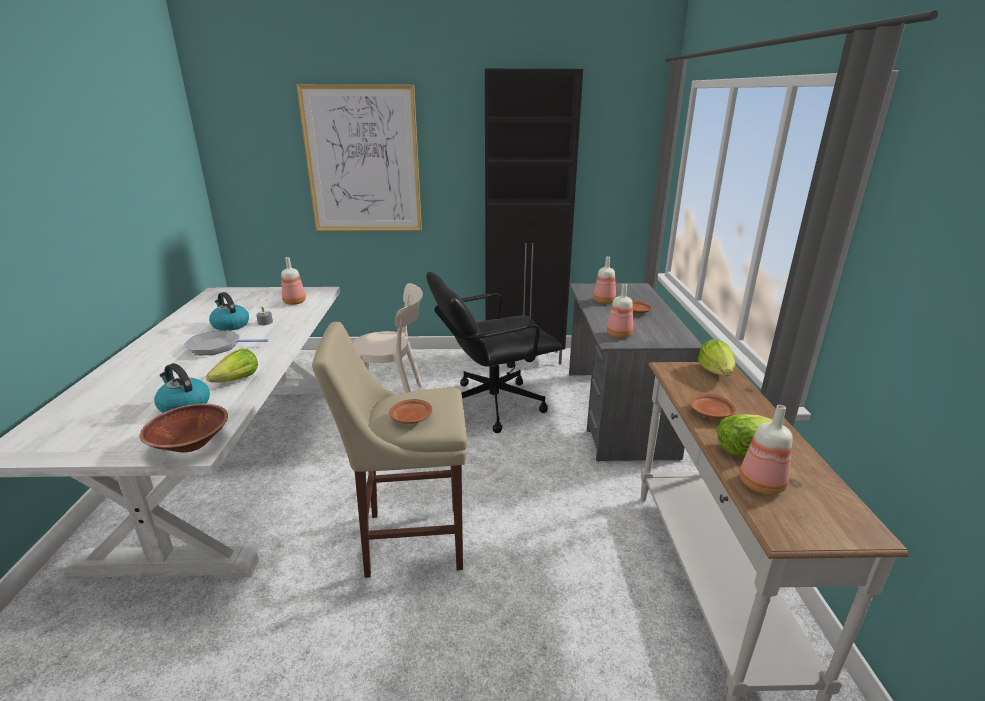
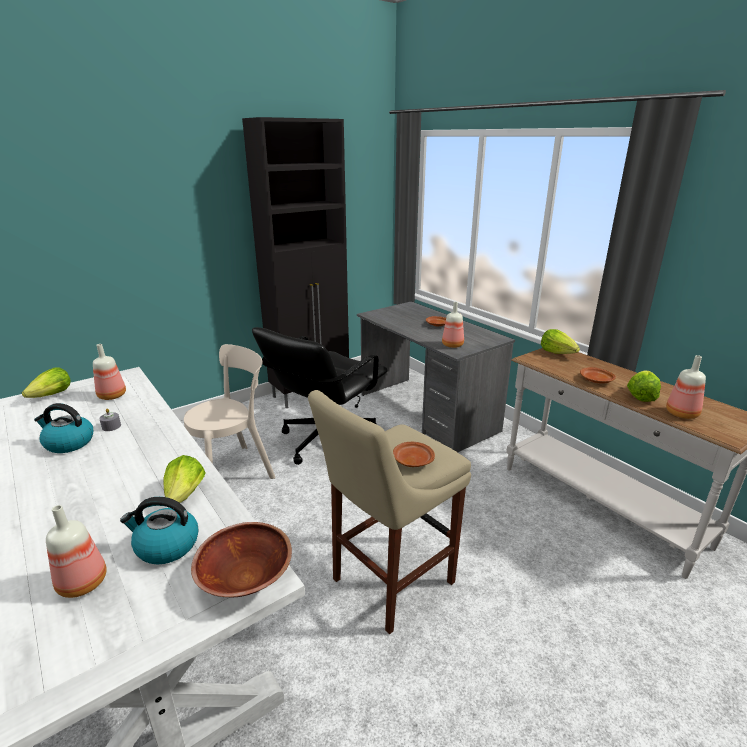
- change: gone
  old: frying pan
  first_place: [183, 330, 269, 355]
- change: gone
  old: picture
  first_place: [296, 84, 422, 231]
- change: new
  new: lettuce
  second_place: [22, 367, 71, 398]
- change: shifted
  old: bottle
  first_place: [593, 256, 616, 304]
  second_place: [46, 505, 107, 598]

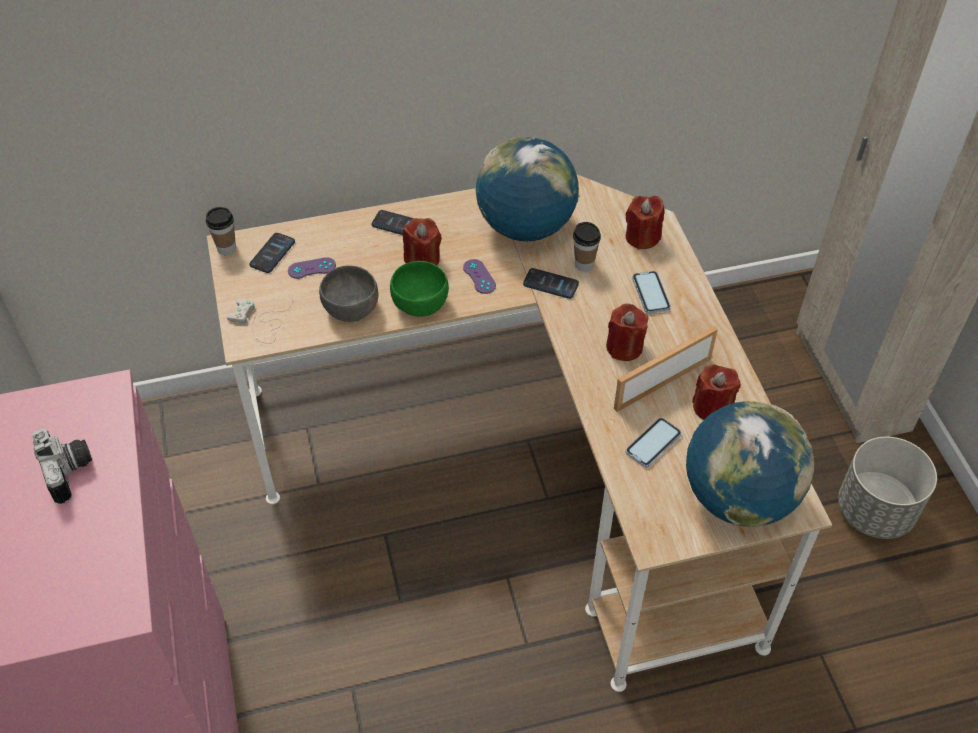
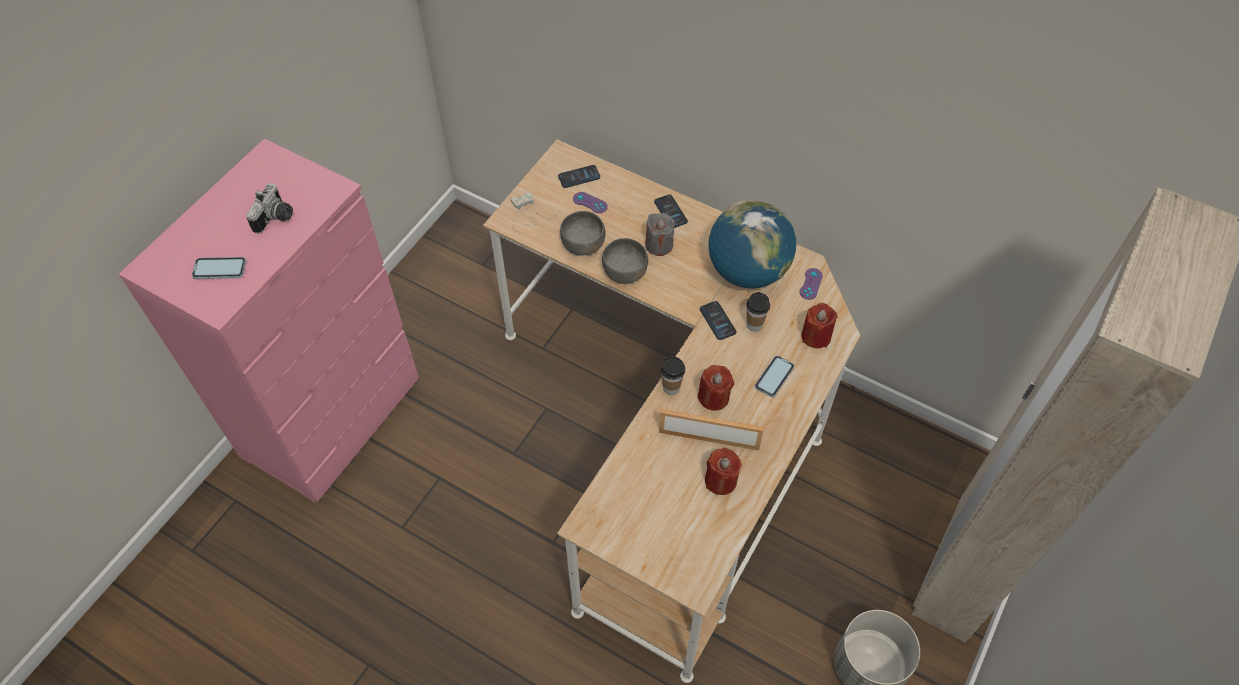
- change: gone
  old: globe
  first_place: [686, 401, 814, 527]
- change: shifted
  old: cup
  first_place: [206, 207, 236, 255]
  second_place: [661, 356, 685, 395]
- change: shifted
  old: purple game controller
  first_place: [463, 259, 496, 294]
  second_place: [799, 268, 823, 300]
- change: shifted
  old: phone
  first_place: [626, 418, 681, 467]
  second_place: [192, 257, 246, 279]
- change: repainted
  old: green bowl
  new: grey bowl
  first_place: [390, 261, 449, 317]
  second_place: [602, 238, 648, 284]
- change: repainted
  old: red candle
  new: grey candle
  first_place: [403, 218, 442, 265]
  second_place: [645, 213, 674, 256]

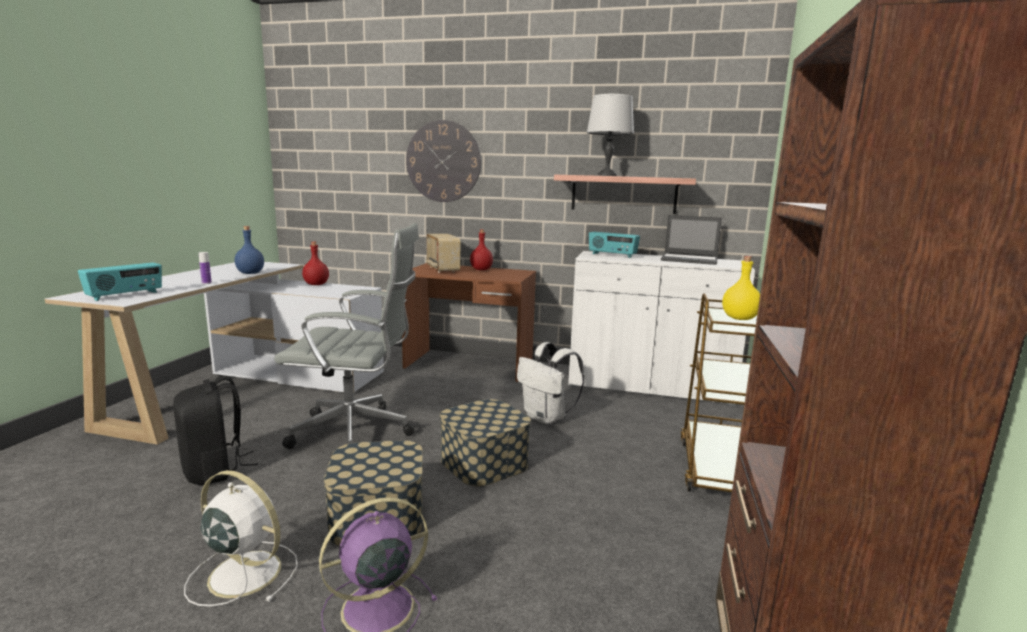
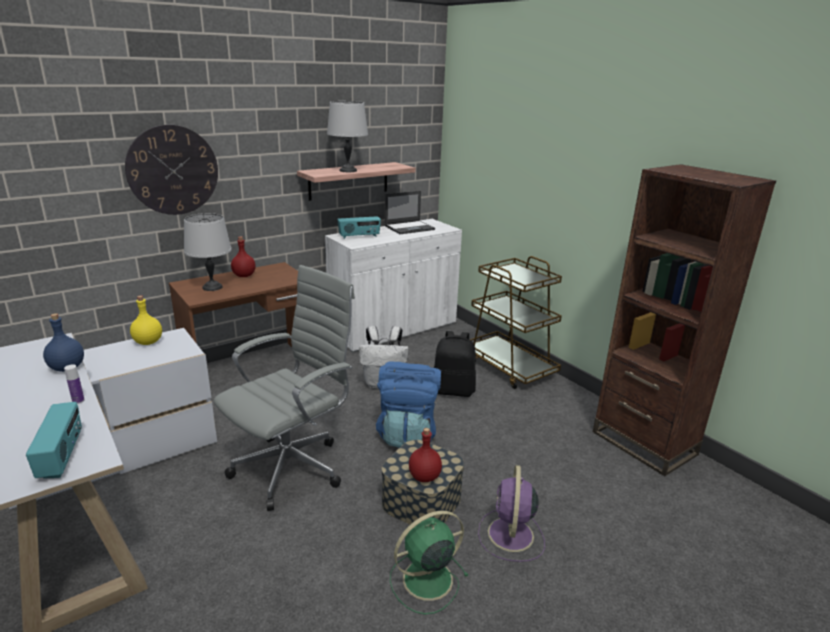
- change: shifted
  old: black backpack
  first_place: [173, 376, 258, 485]
  second_place: [434, 331, 476, 397]
- change: shifted
  old: red bottle
  first_place: [302, 242, 329, 285]
  second_place: [409, 428, 442, 482]
- change: shifted
  old: yellow bottle
  first_place: [722, 256, 760, 320]
  second_place: [130, 296, 162, 345]
- change: swapped
  old: radio
  new: grey table lamp
  first_place: [426, 234, 460, 273]
  second_place: [184, 213, 232, 291]
- change: swapped
  old: storage box
  new: blue backpack
  first_place: [440, 399, 531, 486]
  second_place: [376, 362, 441, 448]
- change: repainted
  old: white fan
  new: green fan
  first_place: [184, 470, 298, 606]
  second_place: [390, 511, 468, 614]

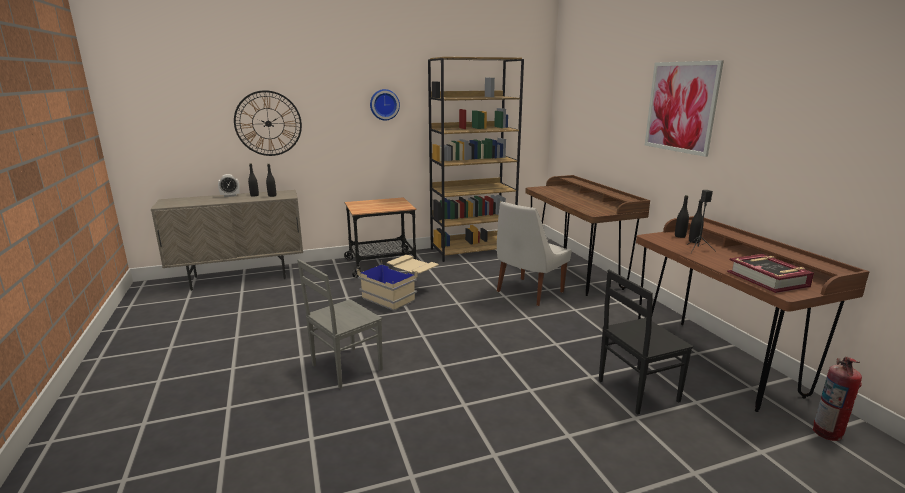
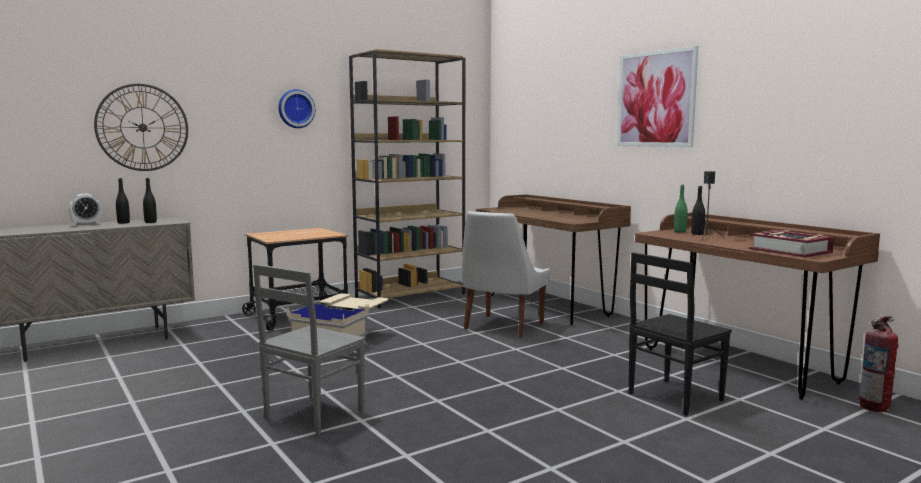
- change: repainted
  old: black bottle
  new: green bottle
  first_place: [675, 195, 689, 238]
  second_place: [674, 185, 688, 233]

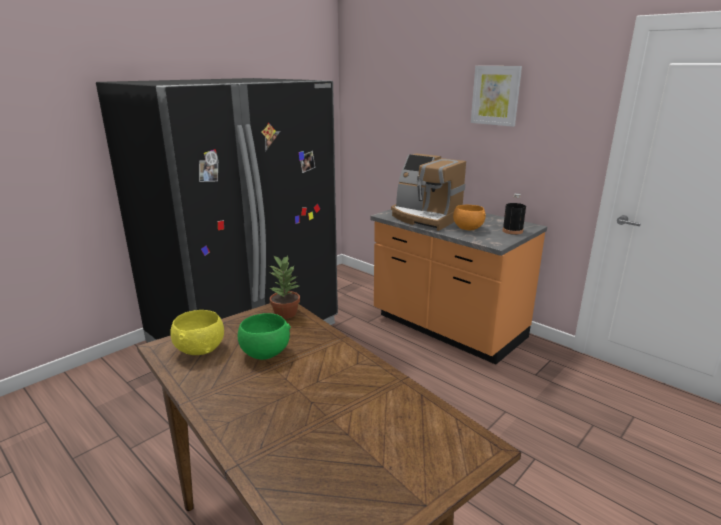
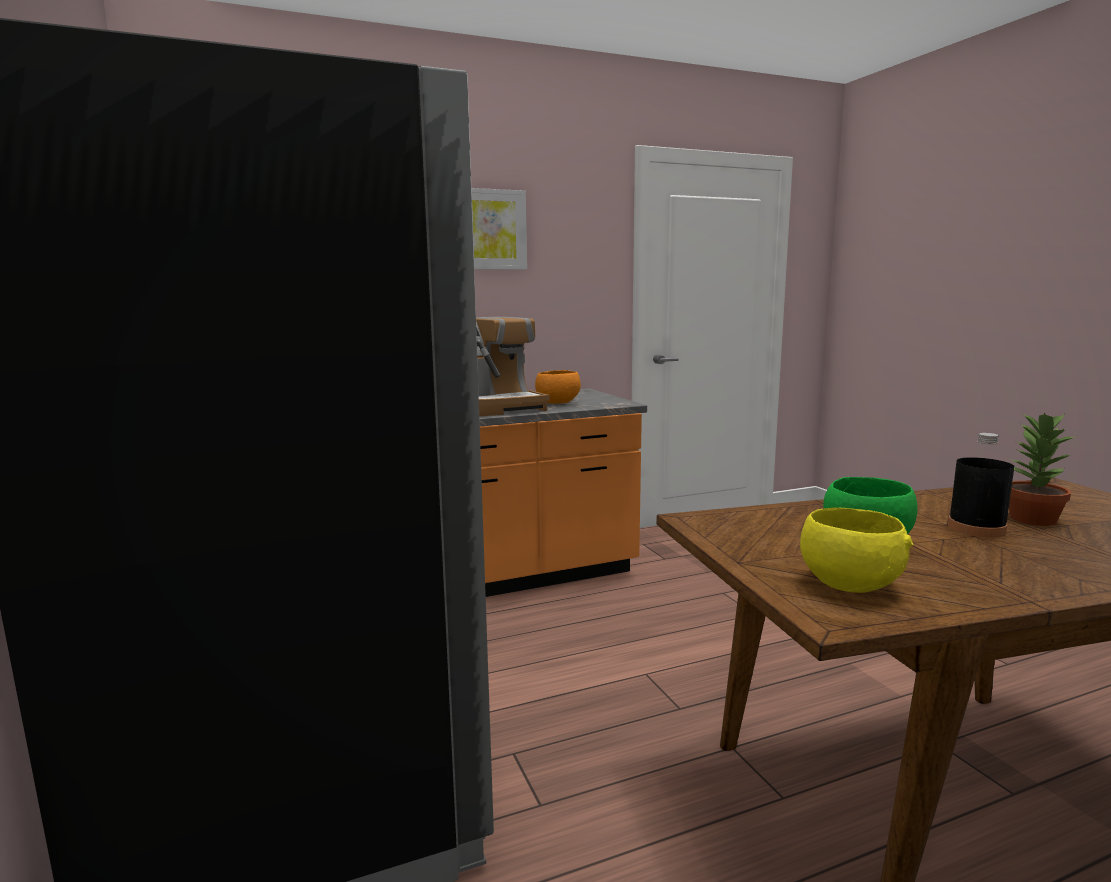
- change: shifted
  old: potted plant
  first_place: [270, 256, 300, 319]
  second_place: [1009, 412, 1074, 526]
- change: shifted
  old: black bottle
  first_place: [502, 193, 526, 235]
  second_place: [948, 433, 1014, 538]

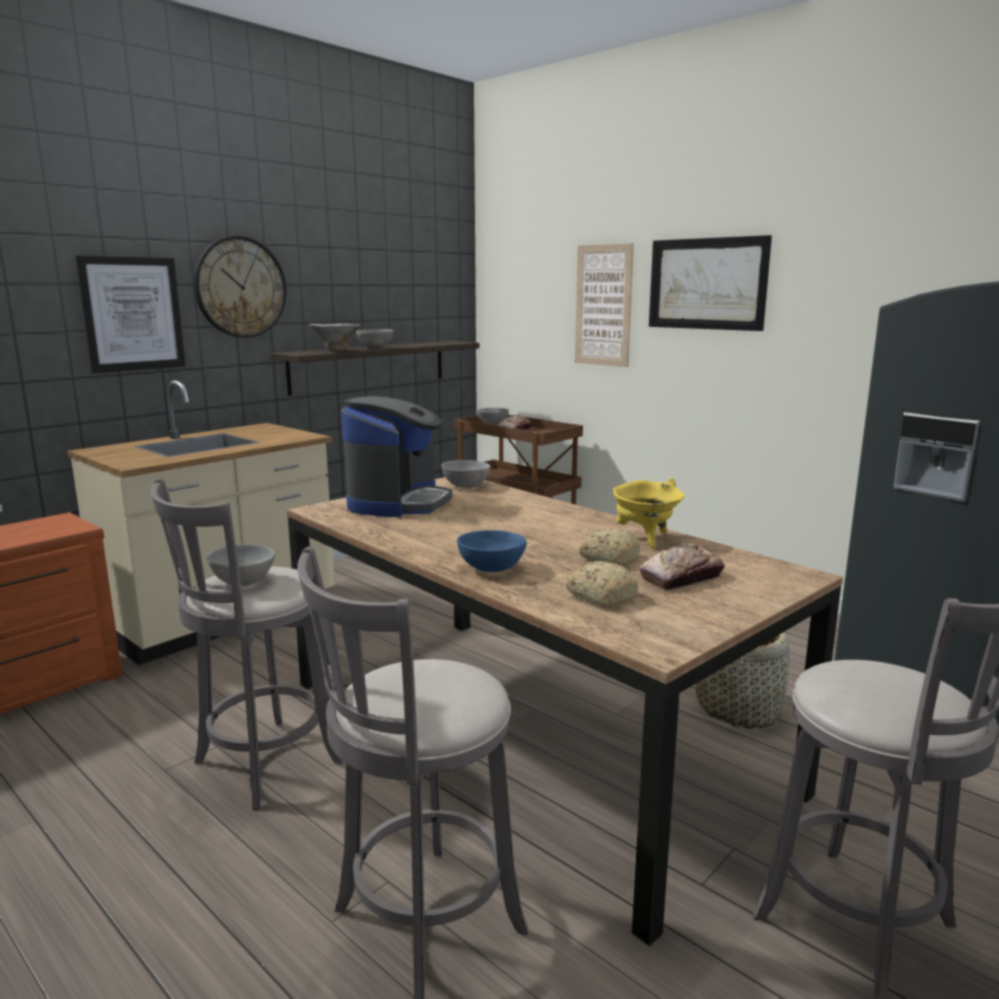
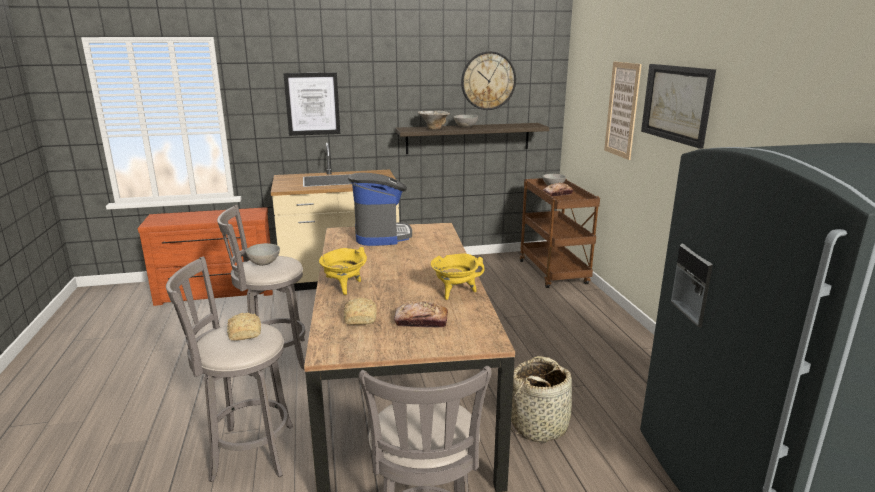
- change: gone
  old: grey bowl
  first_place: [441, 460, 491, 488]
- change: shifted
  old: wall clock
  first_place: [194, 236, 286, 338]
  second_place: [461, 51, 516, 110]
- change: shifted
  old: bread
  first_place: [579, 528, 640, 565]
  second_place: [227, 313, 261, 340]
- change: swapped
  old: blue bowl
  new: yellow cooking pot
  first_place: [457, 530, 527, 572]
  second_place: [319, 247, 367, 295]
- change: rotated
  old: coffee machine
  first_place: [341, 396, 452, 517]
  second_place: [348, 173, 412, 246]
  degrees: -60

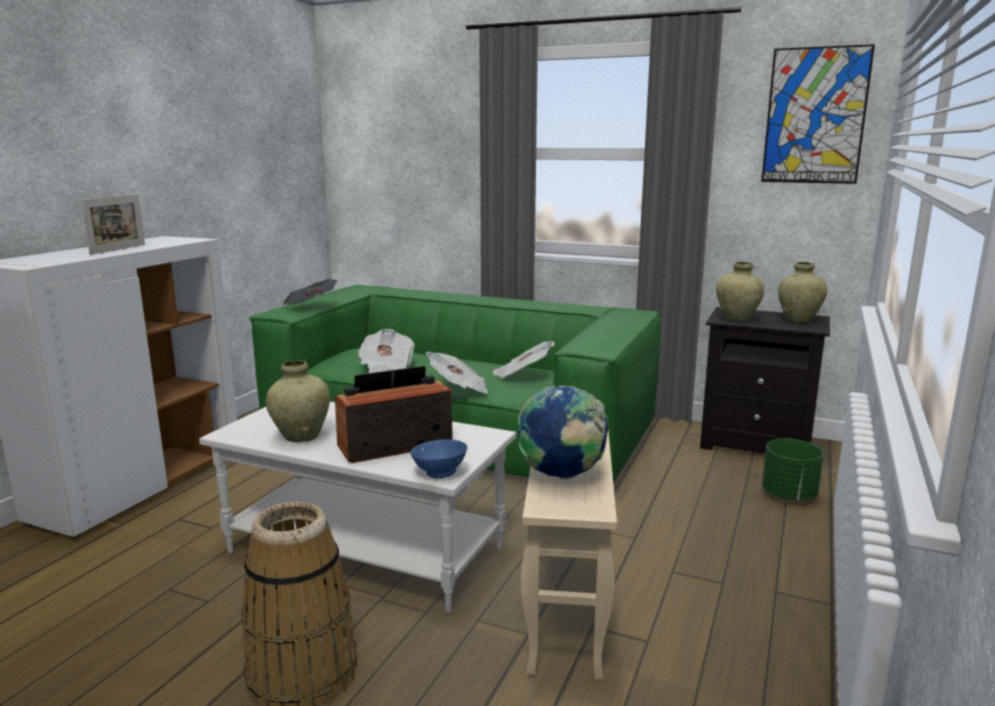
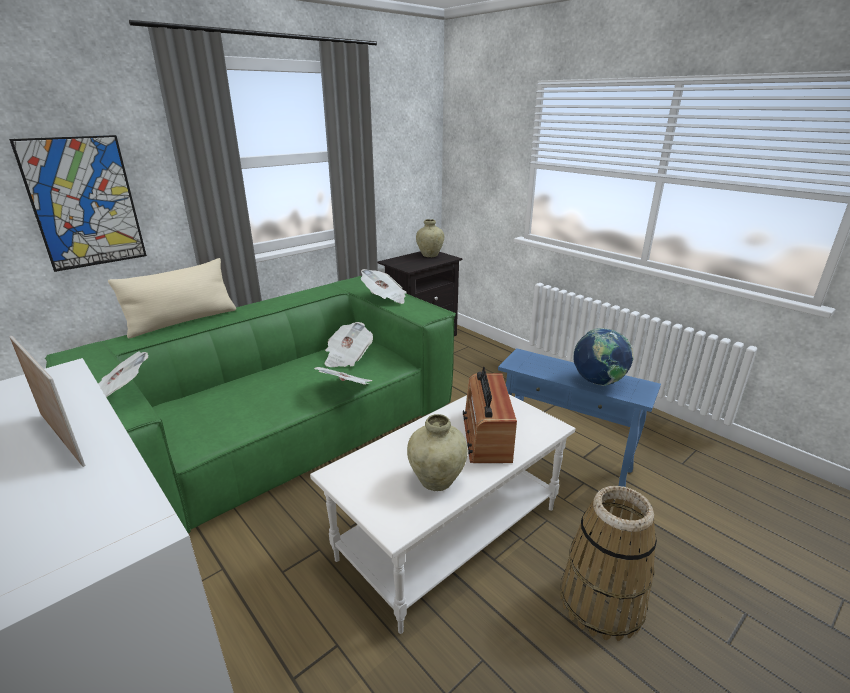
- change: gone
  old: blue bowl
  first_place: [410, 439, 468, 478]
- change: gone
  old: beige vase
  first_place: [716, 262, 764, 322]
- change: gone
  old: green planter
  first_place: [762, 439, 824, 501]
- change: new
  new: beige pillow
  second_place: [108, 258, 236, 339]
- change: shifted
  old: newspaper
  first_place: [358, 329, 415, 373]
  second_place: [361, 269, 406, 304]
- change: shifted
  old: picture
  first_place: [761, 44, 875, 184]
  second_place: [9, 135, 147, 272]
- change: repainted
  old: beige side table
  new: blue side table
  first_place: [521, 431, 617, 682]
  second_place: [498, 348, 661, 487]

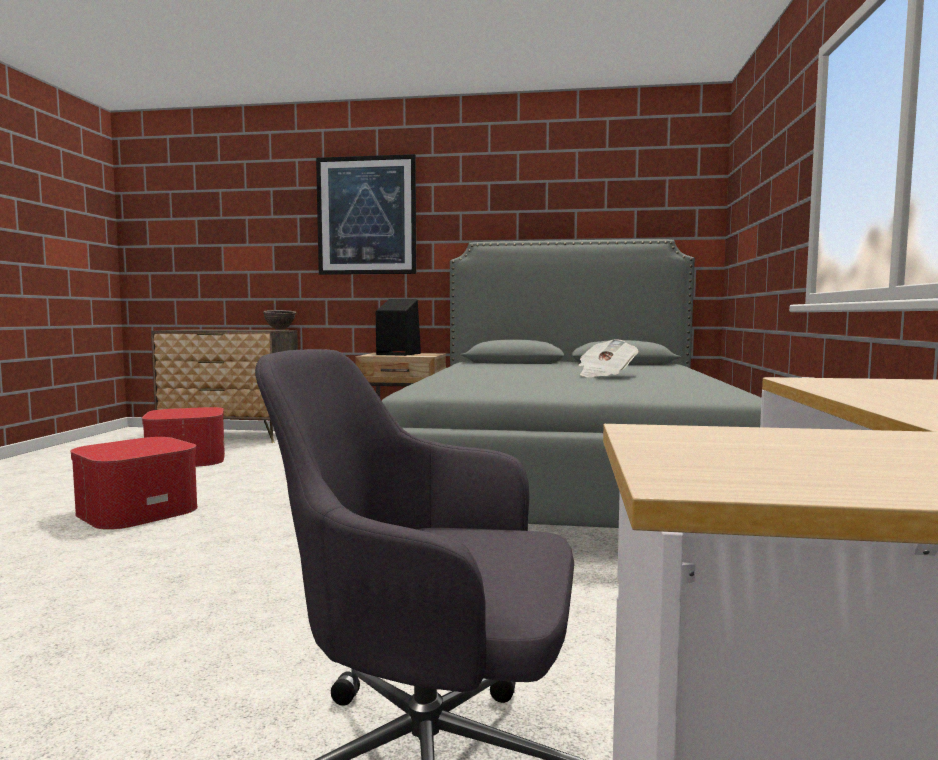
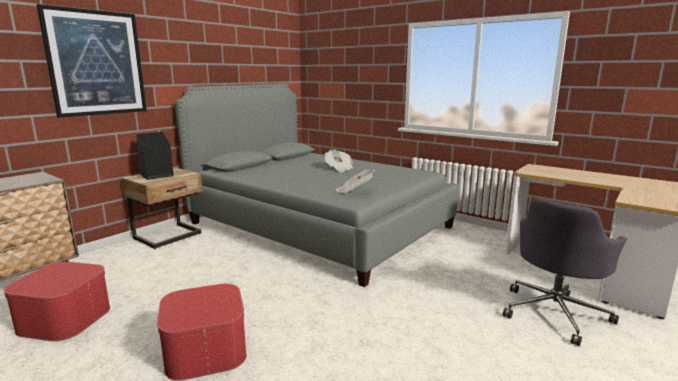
- change: gone
  old: brown bowl
  first_place: [263, 310, 296, 330]
- change: new
  new: newspaper
  second_place: [335, 169, 375, 194]

